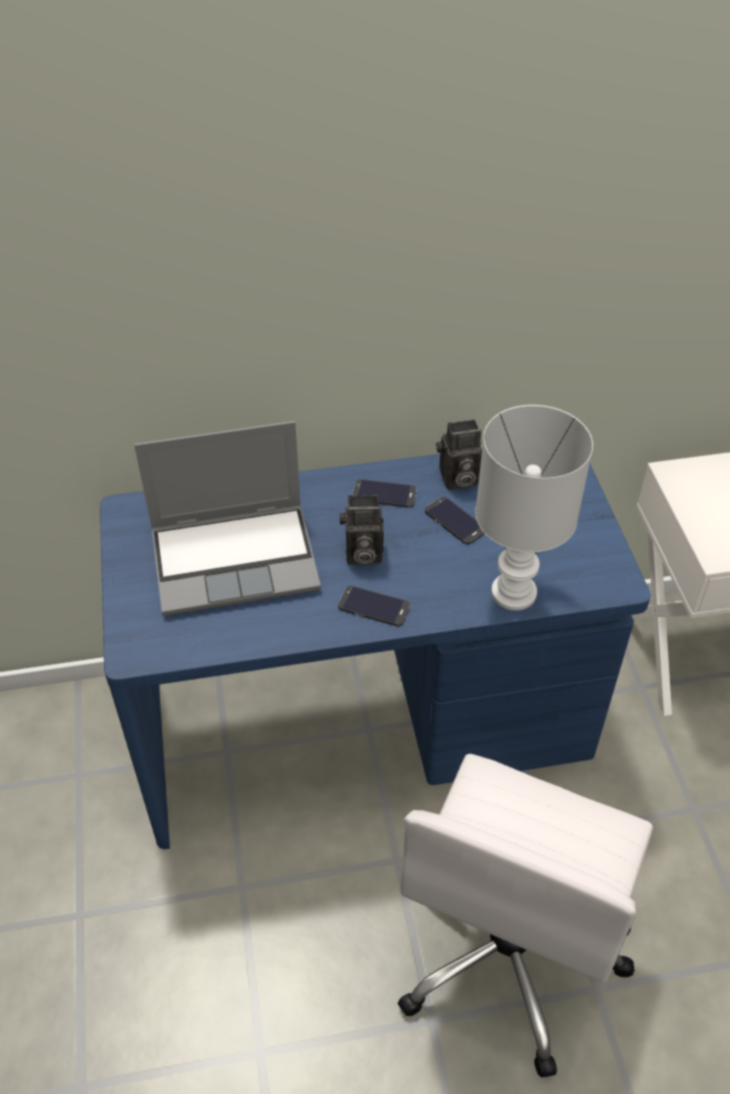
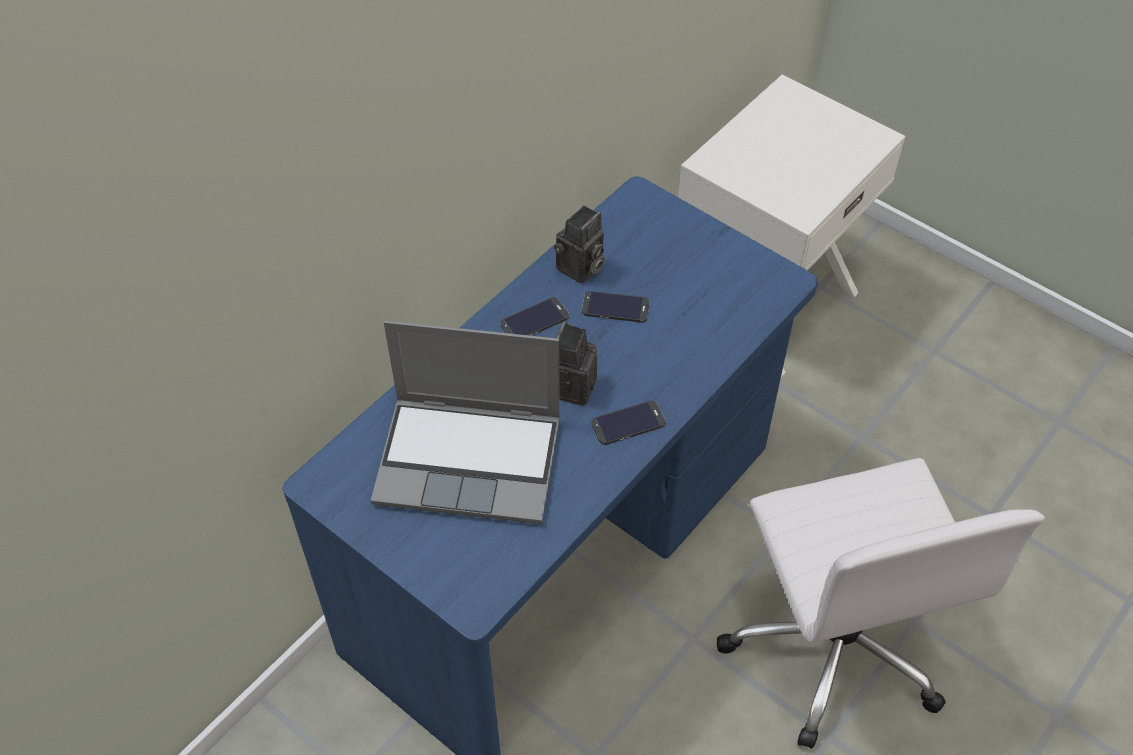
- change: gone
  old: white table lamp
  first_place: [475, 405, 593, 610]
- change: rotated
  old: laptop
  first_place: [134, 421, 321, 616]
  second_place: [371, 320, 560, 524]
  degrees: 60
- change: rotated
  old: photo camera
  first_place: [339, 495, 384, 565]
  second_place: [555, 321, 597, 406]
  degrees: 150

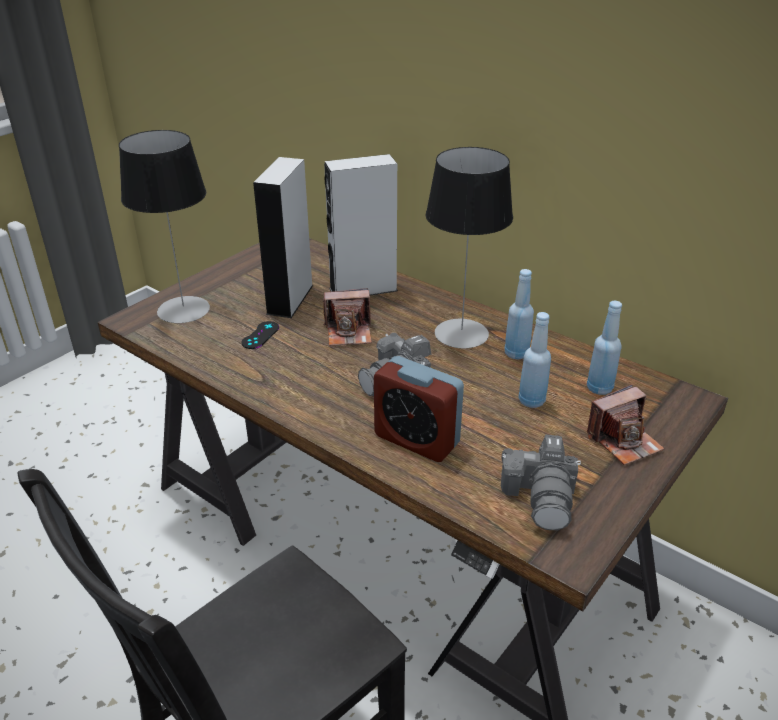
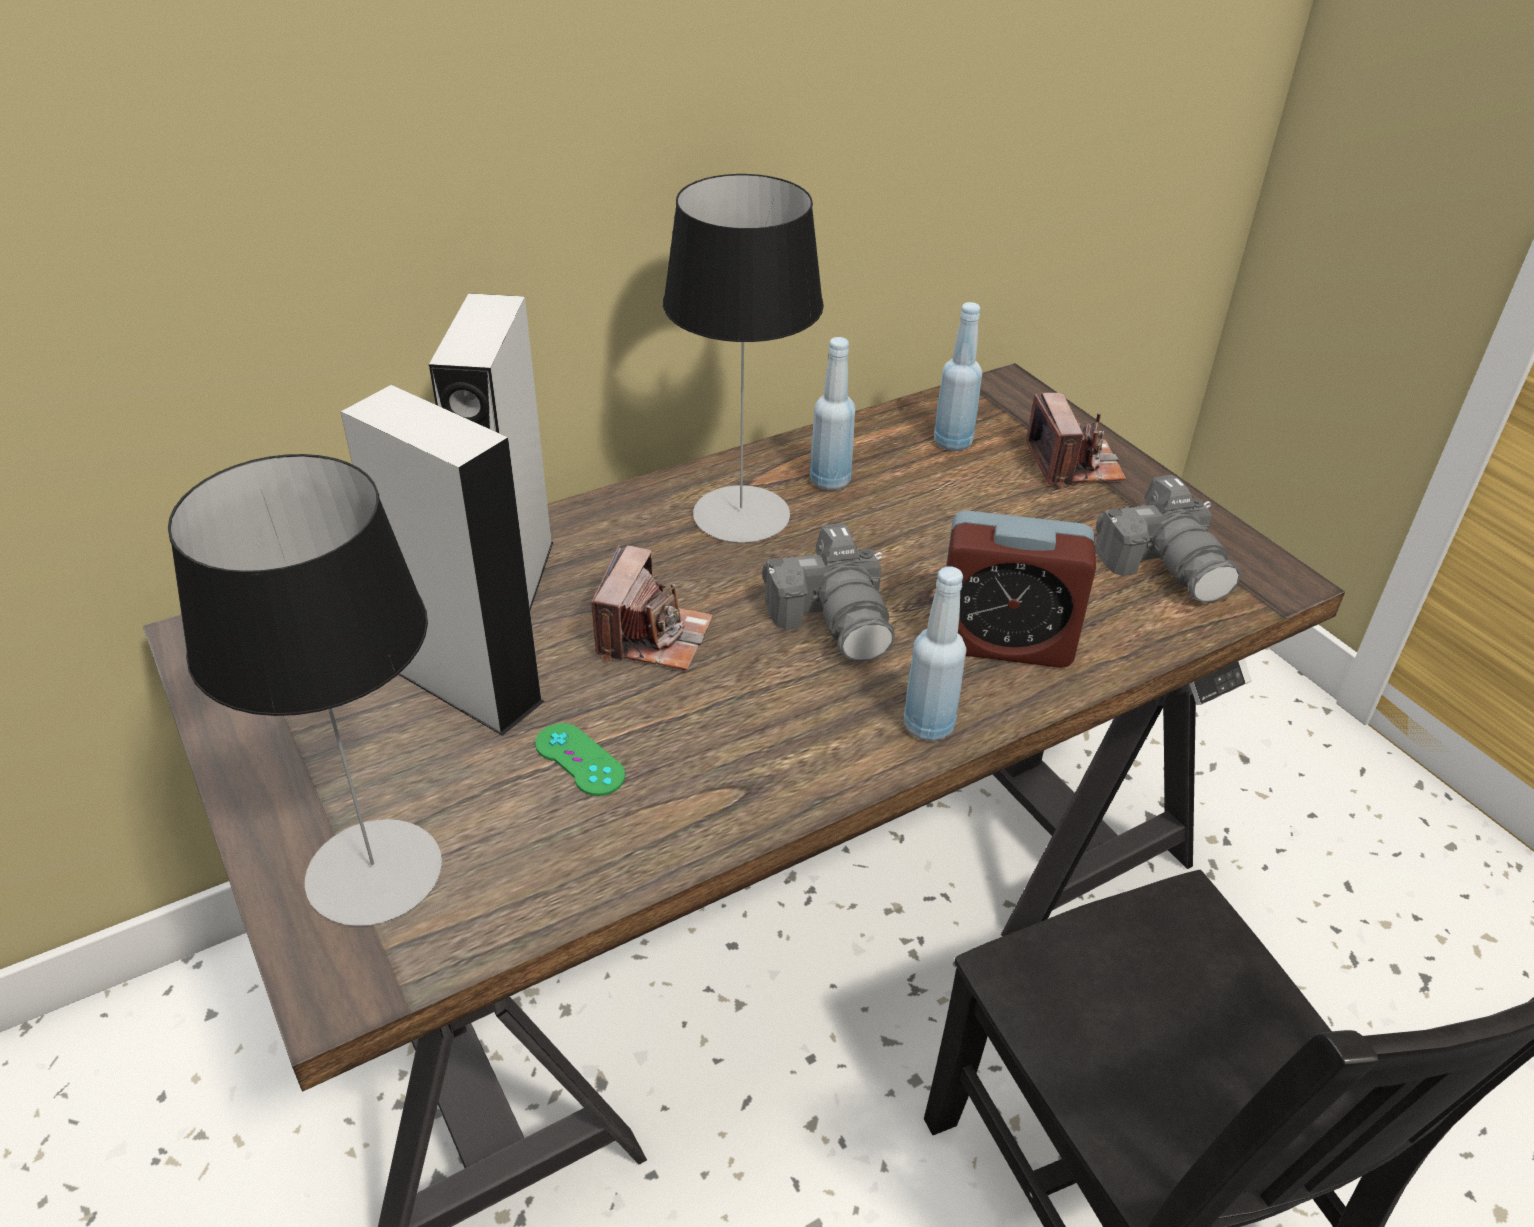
- change: shifted
  old: blue bottle
  first_place: [518, 312, 551, 408]
  second_place: [904, 566, 966, 741]
- change: repainted
  old: black game controller
  new: green game controller
  first_place: [241, 321, 279, 349]
  second_place: [535, 723, 625, 796]
- change: rotated
  old: alarm clock
  first_place: [374, 356, 464, 462]
  second_place: [946, 510, 1096, 668]
  degrees: 45
- change: rotated
  old: photo camera
  first_place: [501, 435, 581, 530]
  second_place: [1095, 475, 1241, 603]
  degrees: 45

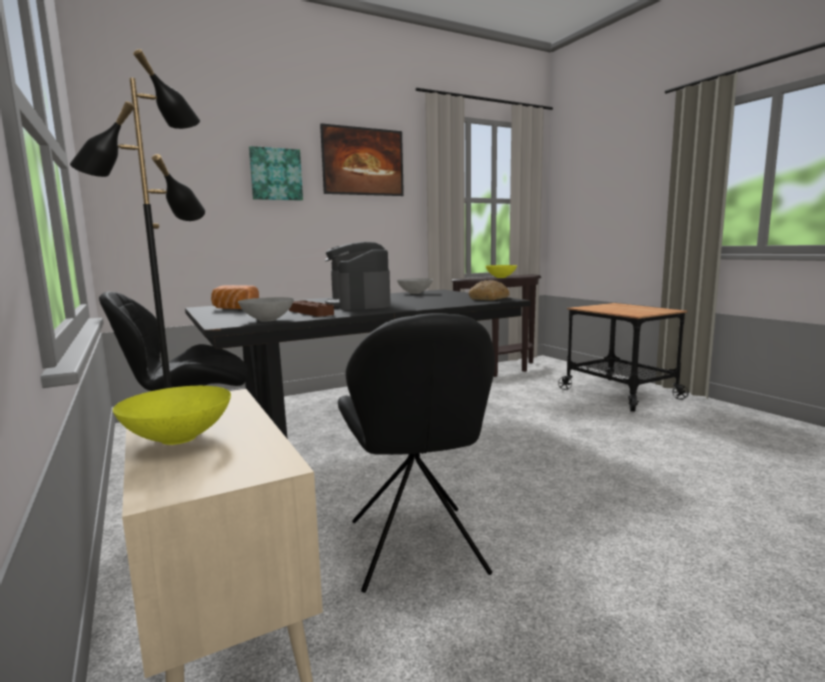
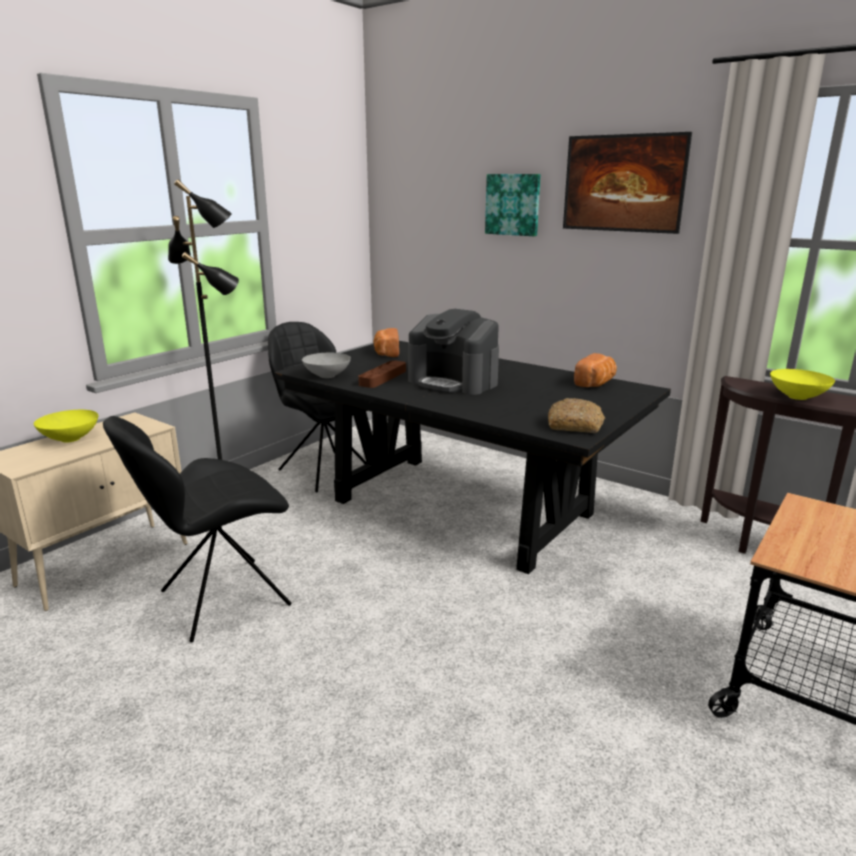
- change: swapped
  old: grey bowl
  new: bread
  first_place: [397, 278, 433, 294]
  second_place: [574, 353, 617, 387]
- change: rotated
  old: coffee machine
  first_place: [325, 242, 391, 310]
  second_place: [408, 309, 499, 395]
  degrees: -105

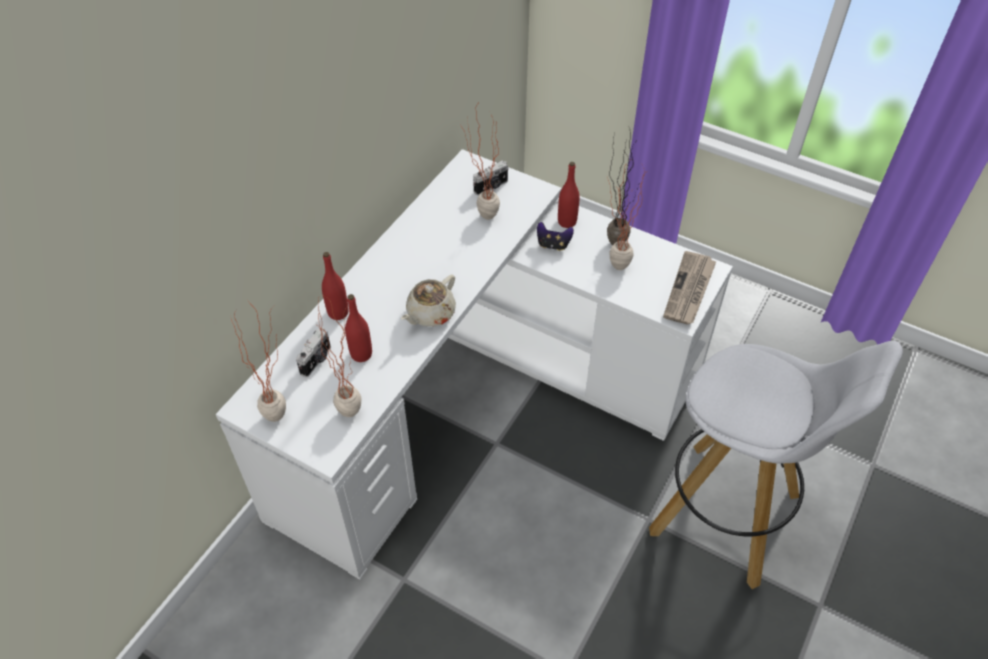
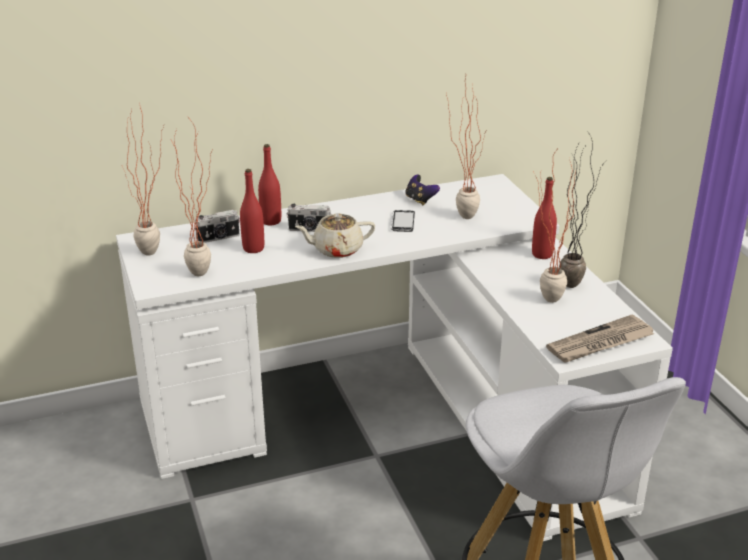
- change: new
  new: phone
  second_place: [391, 210, 415, 232]
- change: shifted
  old: photo camera
  first_place: [473, 160, 508, 196]
  second_place: [287, 204, 332, 232]
- change: shifted
  old: game controller
  first_place: [537, 222, 574, 251]
  second_place: [405, 175, 440, 205]

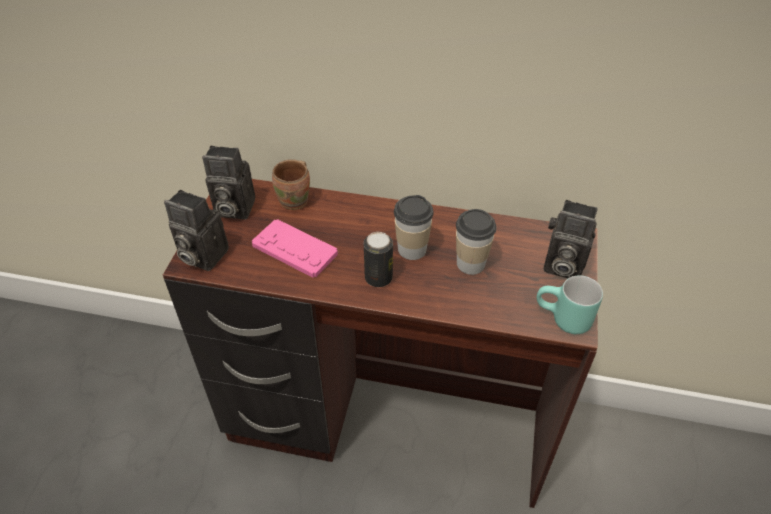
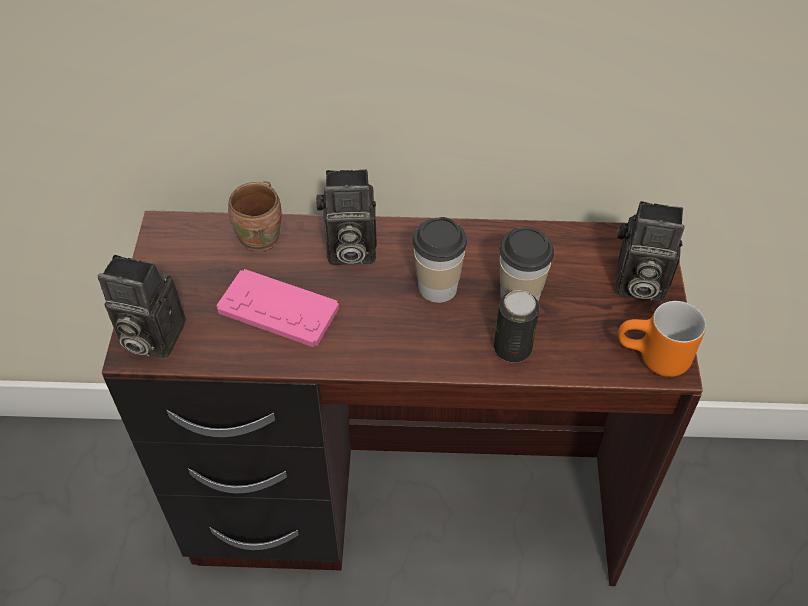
- change: shifted
  old: photo camera
  first_place: [202, 146, 255, 219]
  second_place: [316, 169, 377, 265]
- change: shifted
  old: can
  first_place: [364, 232, 393, 287]
  second_place: [494, 290, 540, 362]
- change: repainted
  old: turquoise mug
  new: orange mug
  first_place: [537, 275, 603, 334]
  second_place: [618, 301, 706, 377]

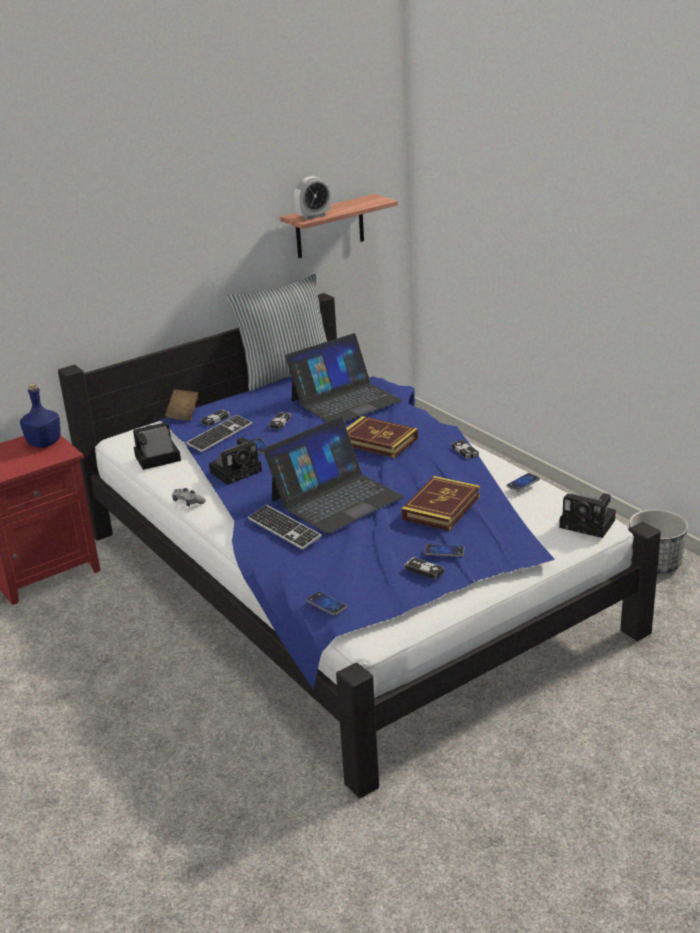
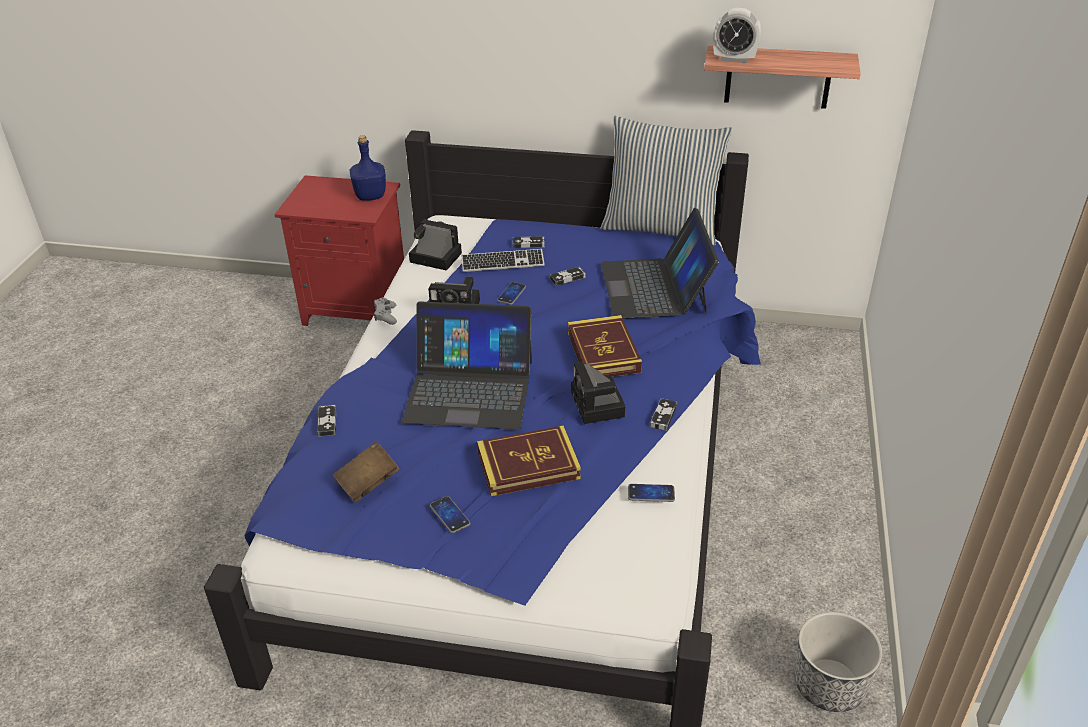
- change: gone
  old: keyboard
  first_place: [248, 505, 322, 550]
- change: gone
  old: phone
  first_place: [306, 592, 347, 616]
- change: shifted
  old: brown book
  first_place: [165, 389, 198, 421]
  second_place: [333, 441, 399, 503]
- change: shifted
  old: game controller
  first_place: [404, 557, 444, 580]
  second_place: [317, 405, 336, 437]
- change: shifted
  old: photo camera
  first_place: [559, 493, 616, 538]
  second_place: [571, 362, 626, 424]
- change: rotated
  old: laptop
  first_place: [285, 333, 403, 422]
  second_place: [601, 208, 719, 319]
  degrees: 75

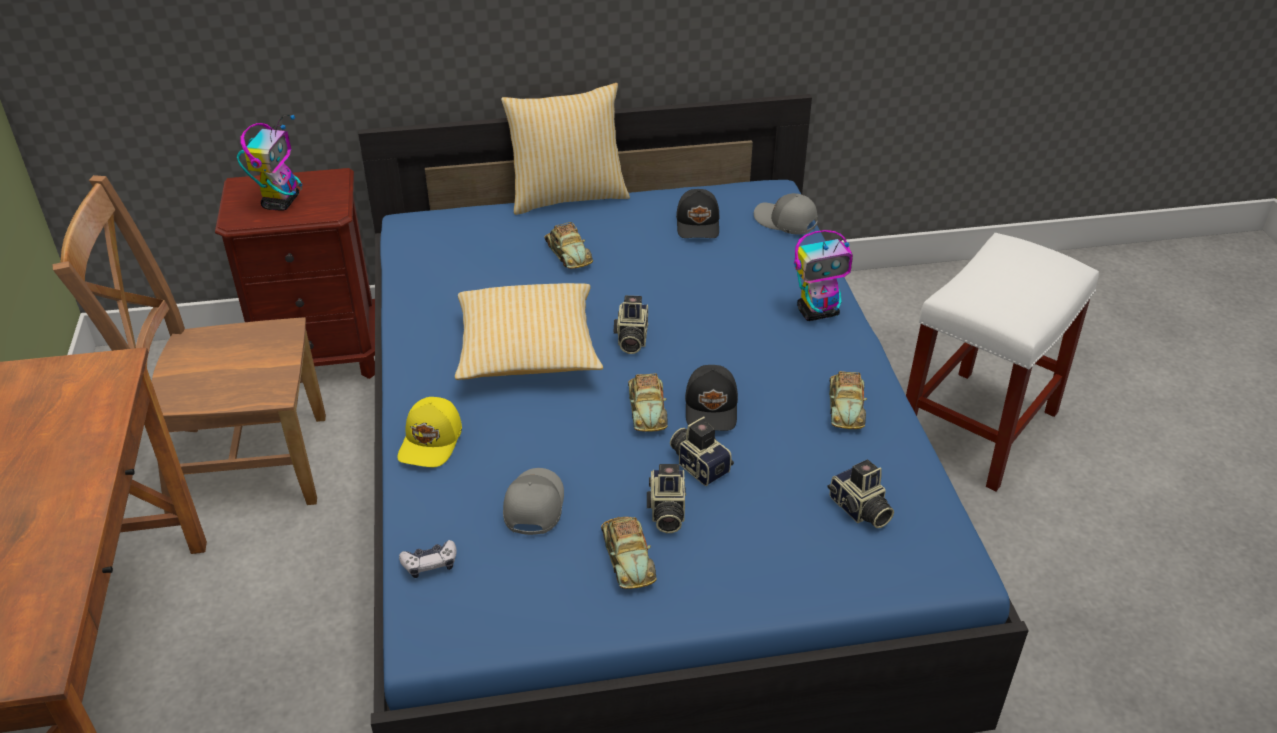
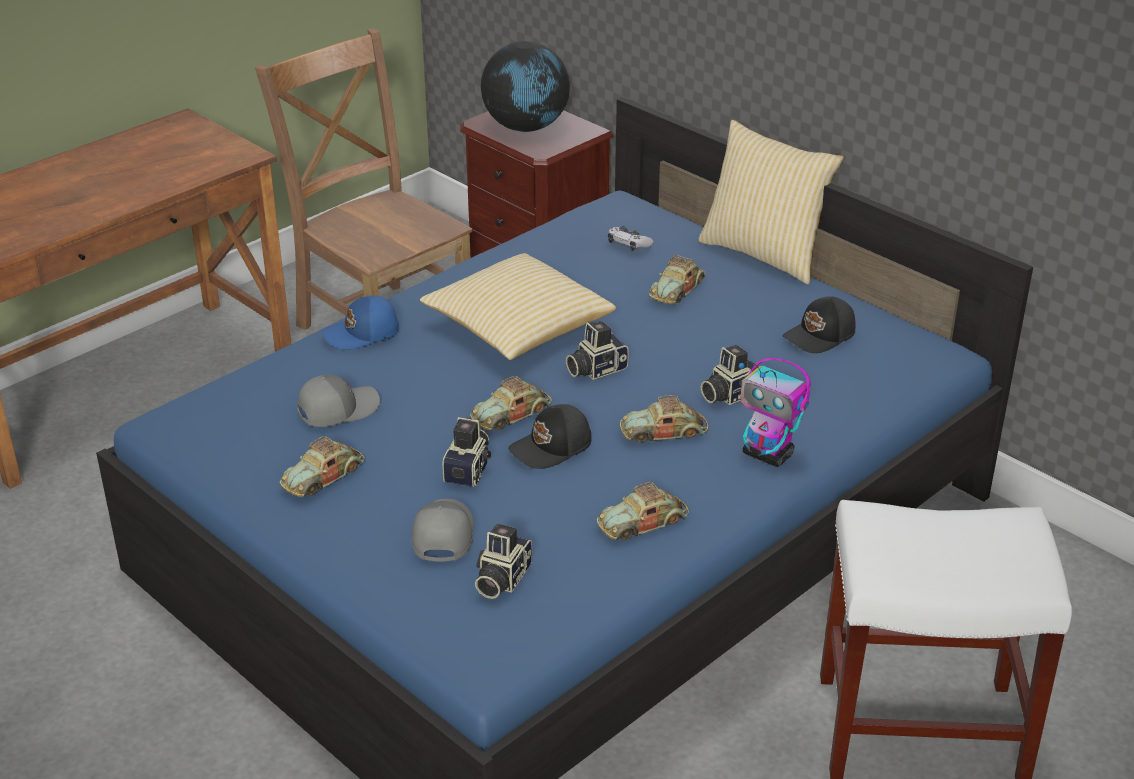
- change: new
  new: toy car
  second_place: [620, 395, 708, 443]
- change: shifted
  old: game controller
  first_place: [399, 540, 457, 578]
  second_place: [608, 226, 654, 251]
- change: shifted
  old: photo camera
  first_place: [647, 464, 686, 533]
  second_place: [701, 345, 758, 405]
- change: shifted
  old: grey cap
  first_place: [754, 193, 818, 235]
  second_place: [411, 499, 474, 562]
- change: swapped
  old: toy robot
  new: globe
  first_place: [237, 115, 302, 211]
  second_place: [481, 41, 570, 132]
- change: repainted
  old: yellow cap
  new: blue cap
  first_place: [397, 397, 462, 467]
  second_place: [322, 296, 399, 350]

